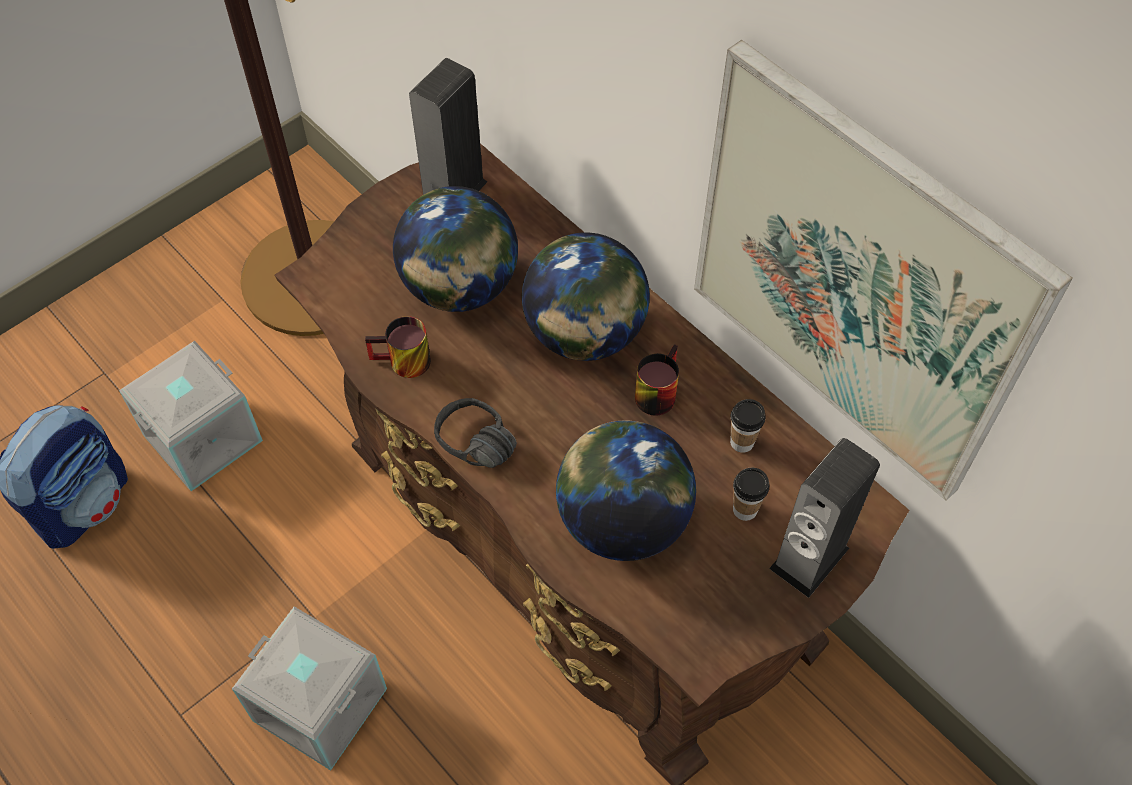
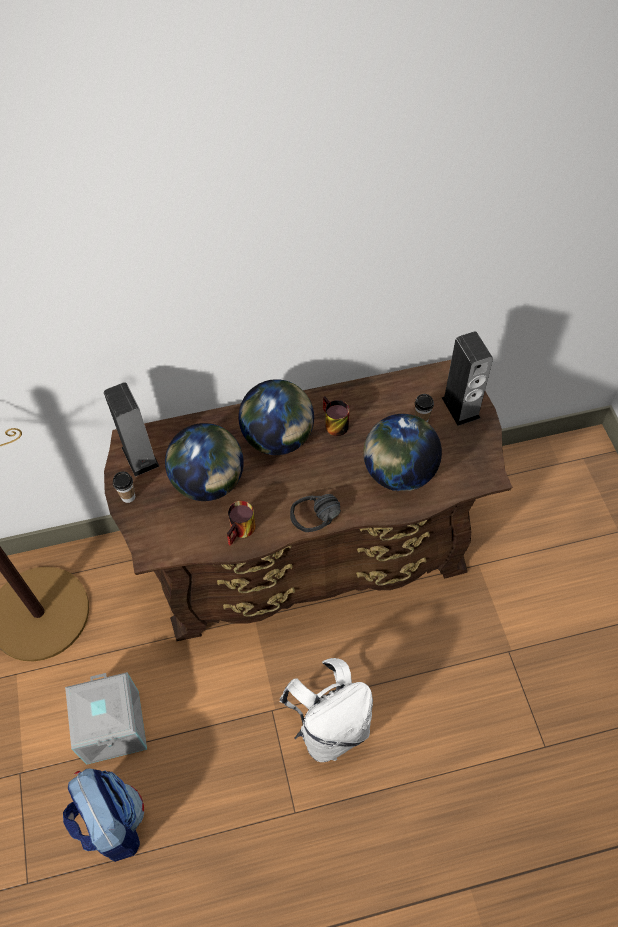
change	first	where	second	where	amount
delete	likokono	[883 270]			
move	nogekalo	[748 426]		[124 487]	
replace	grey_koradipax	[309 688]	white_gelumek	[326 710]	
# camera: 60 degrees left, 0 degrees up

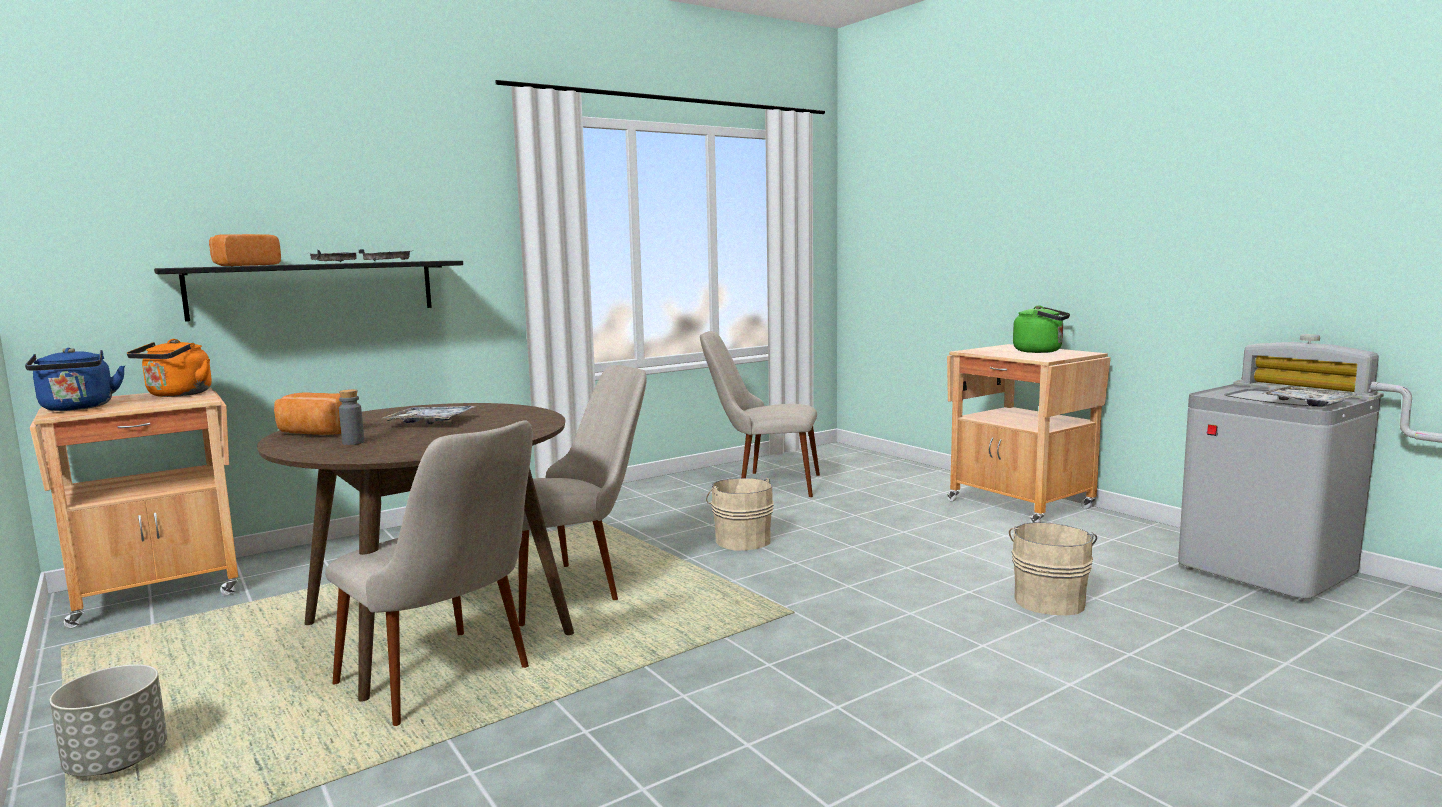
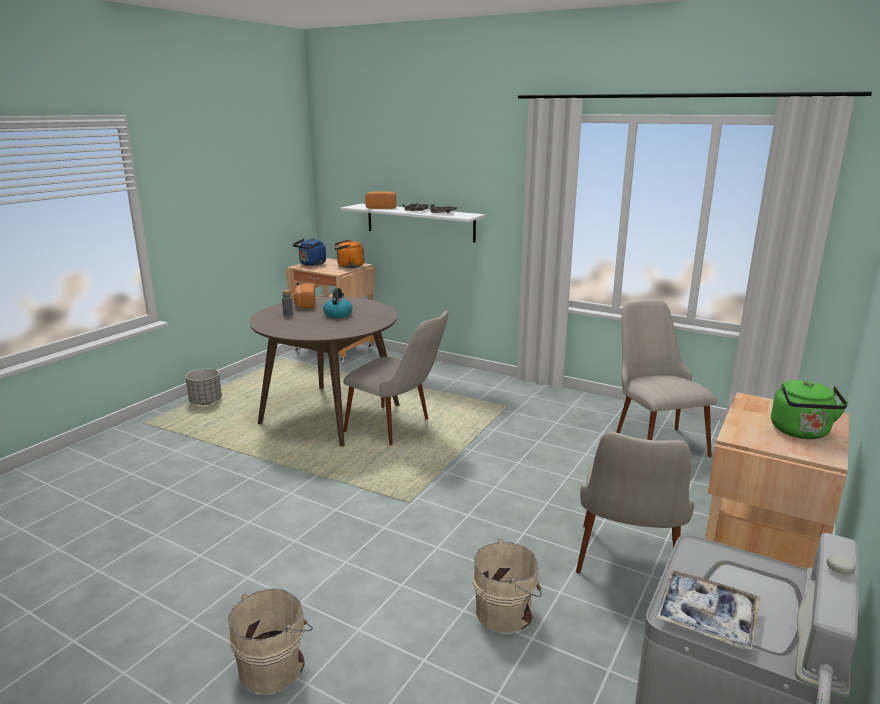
change	first	where	second	where	amount
move	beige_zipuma	[429 573]		[635 502]	
move	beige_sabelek	[740 514]		[270 641]	
replace	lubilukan	[429 415]	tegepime	[338 303]	
recolor	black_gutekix	[308 291]	white_gutekix	[413 223]	
# camera: 65 degrees right, 10 degrees up

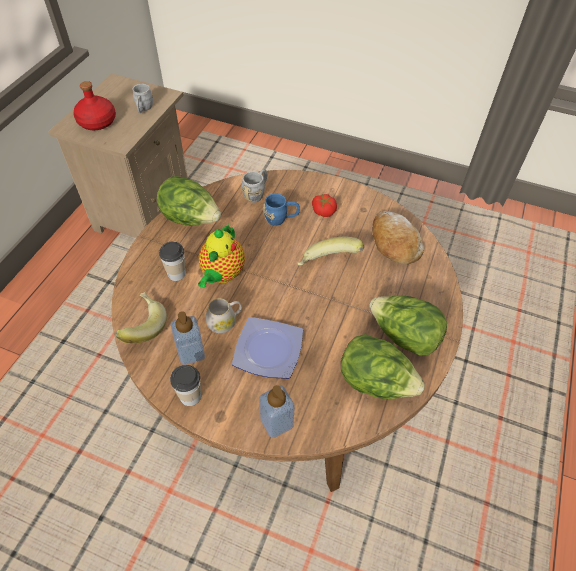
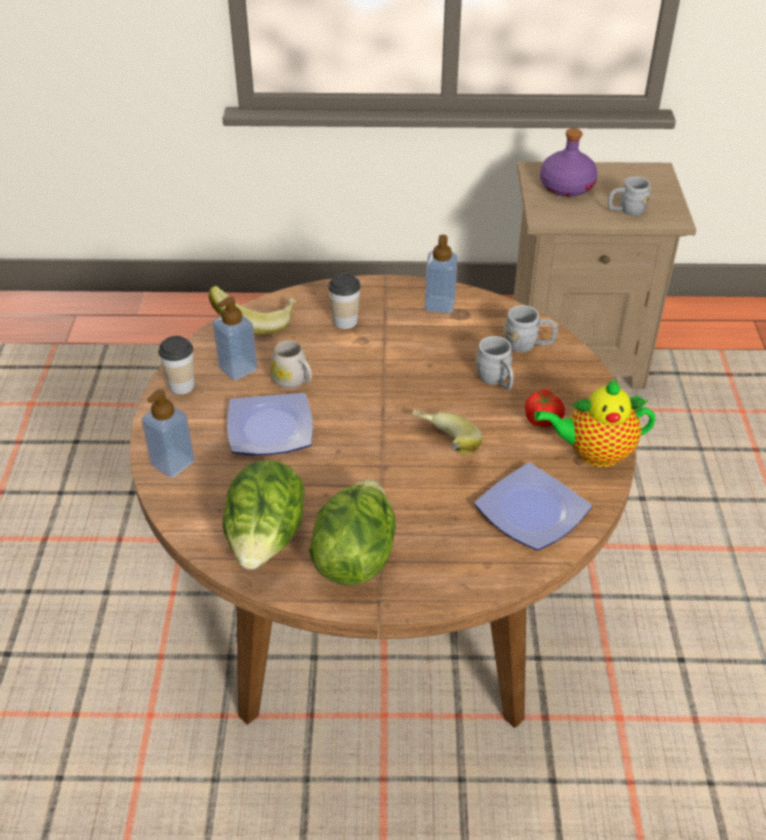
change	first	where	second	where	amount
move	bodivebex	[221 256]		[594 423]	
replace	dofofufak	[189 201]	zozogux	[441 274]	
replace	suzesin	[398 238]	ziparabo	[533 506]	
recolor	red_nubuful	[95 105]	purple_nubuful	[569 162]	
recolor	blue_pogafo	[281 209]	grey_pogafo	[494 363]	
# camera: 70 degrees right, 10 degrees down

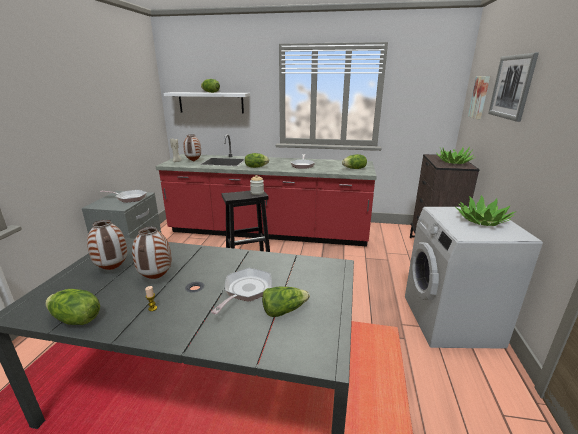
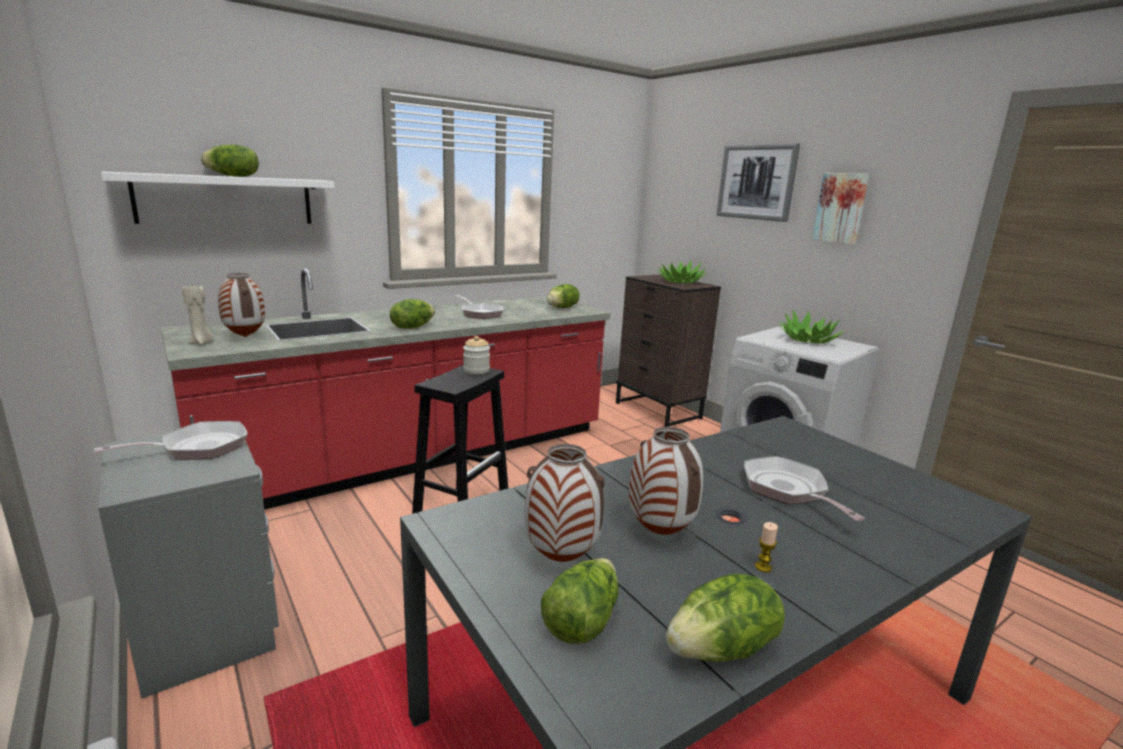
change	first	where	second	where	amount
move	dofofufak	[286 301]		[580 601]	
move	likokono	[479 97]		[840 208]	
# camera: 45 degrees left, 5 degrees down

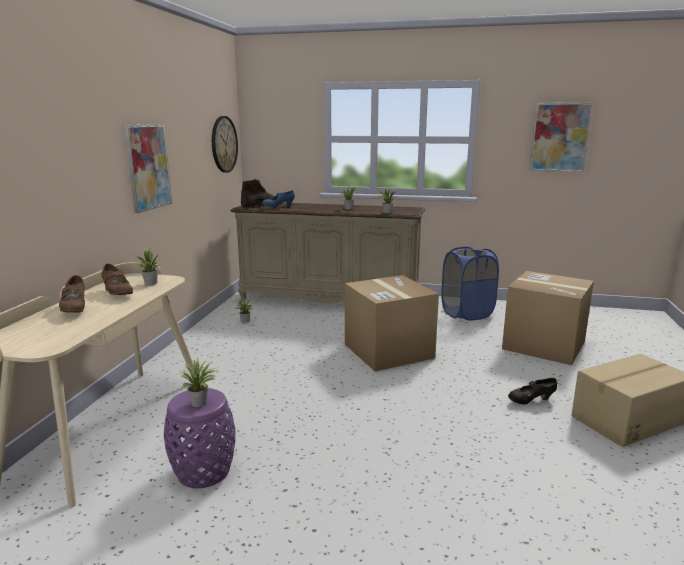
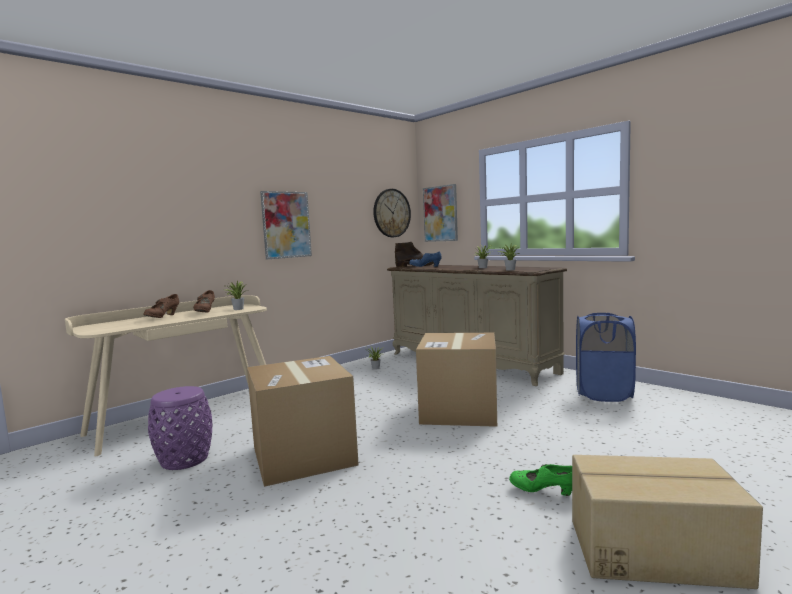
change	first	where	second	where	amount
delete	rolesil	[196 382]			
move	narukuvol	[548 318]		[303 421]	
move	likokono	[561 137]		[440 213]	
recolor	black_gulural	[532 391]	green_gulural	[540 480]	
# camera: 35 degrees right, 10 degrees down

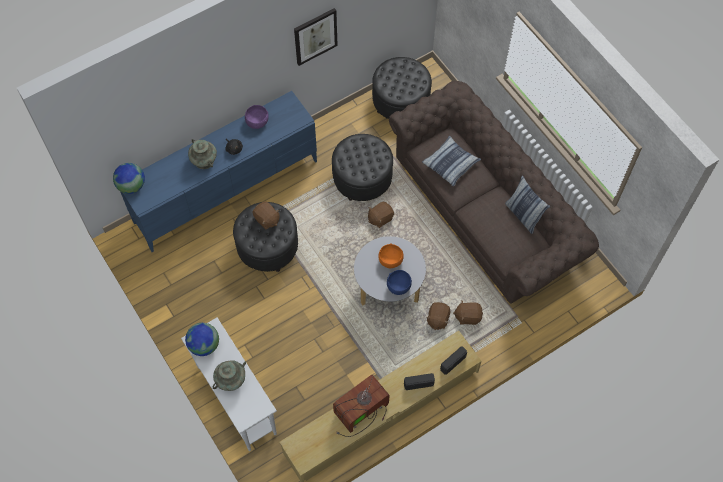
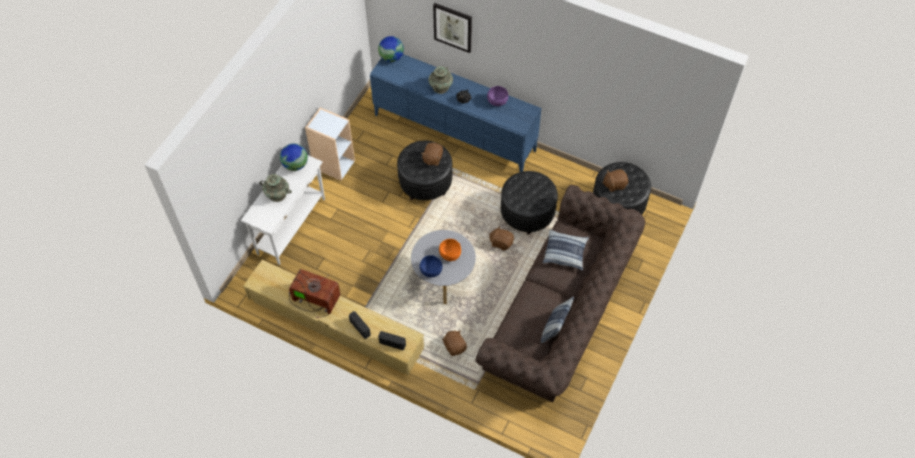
change	first	where	second	where	amount
insert			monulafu	[330 144]	
move	likokono	[316 37]		[452 28]	
move	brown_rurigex	[438 316]		[615 180]	
# camera: 60 degrees right, 5 degrees down

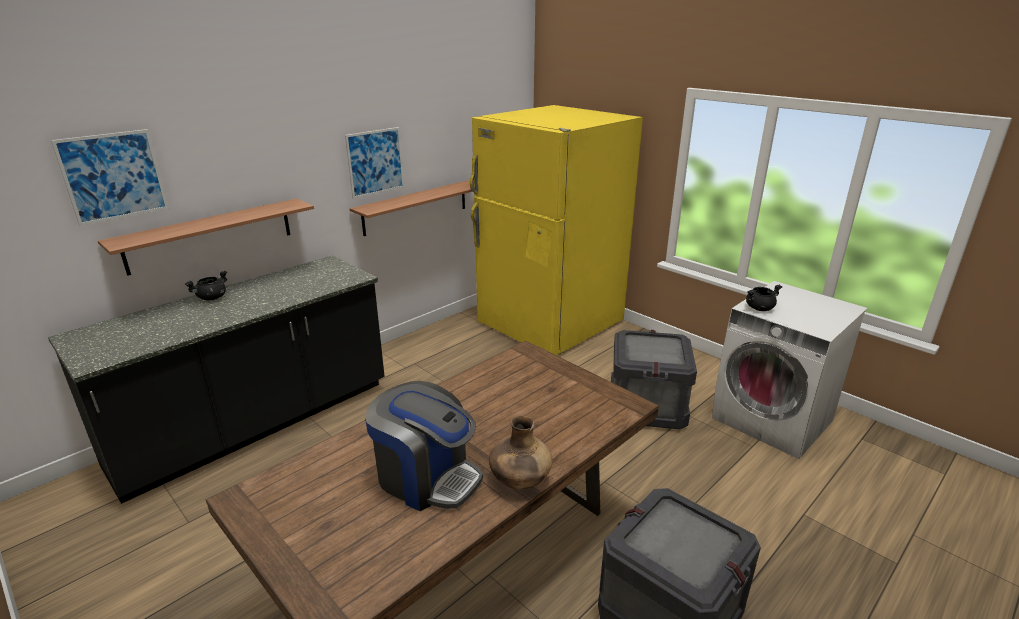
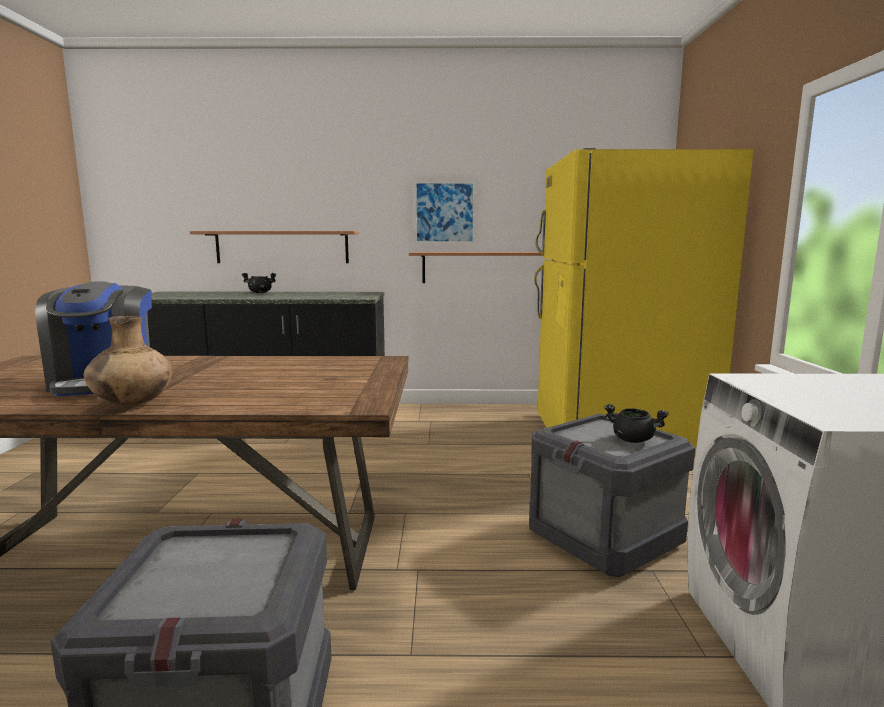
change	first	where	second	where	amount
delete	likokono	[110 177]			
move	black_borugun	[764 298]		[636 423]	
# camera: 45 degrees right, 15 degrees down

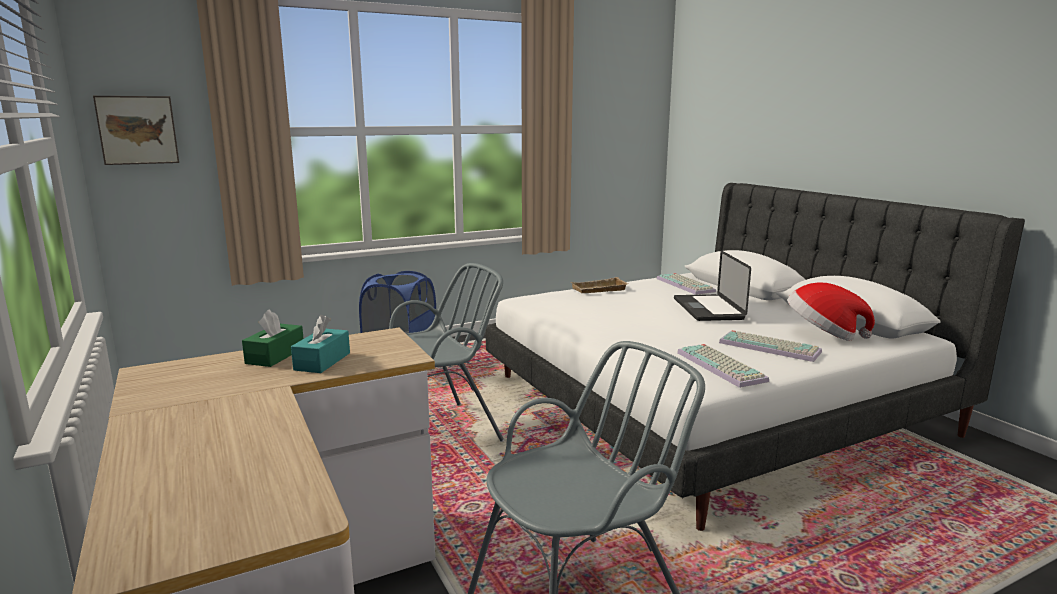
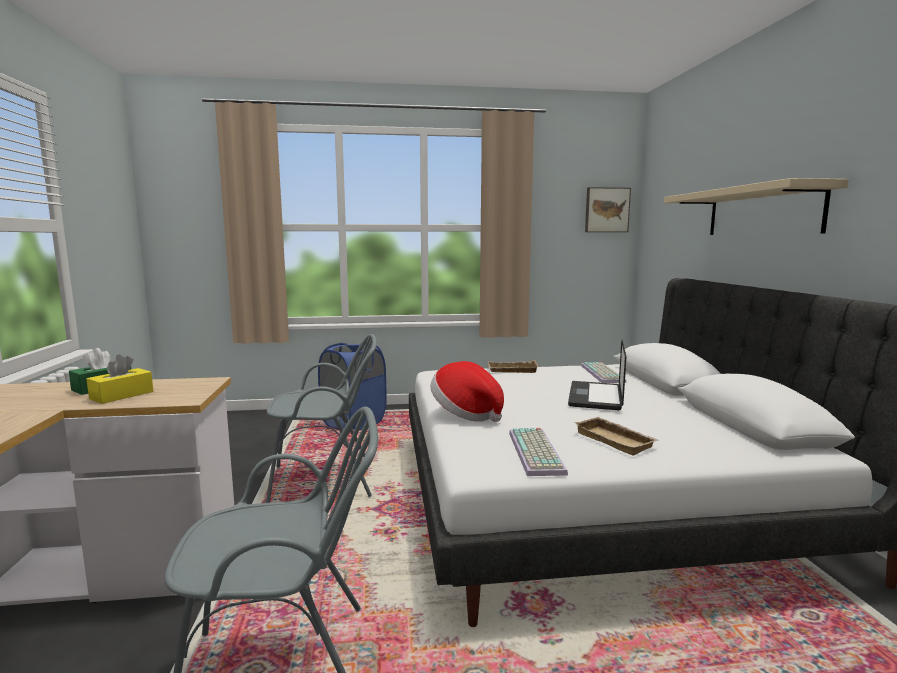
change	first	where	second	where	amount
insert			beige_gutekix	[756 206]	
move	likokono	[136 130]		[608 209]	
move	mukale	[831 311]		[467 391]	
replace	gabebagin	[770 346]	beige_lubilukan	[616 436]	
recolor	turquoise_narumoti	[320 344]	yellow_narumoti	[120 379]	
# camera: 20 degrees right, 5 degrees down

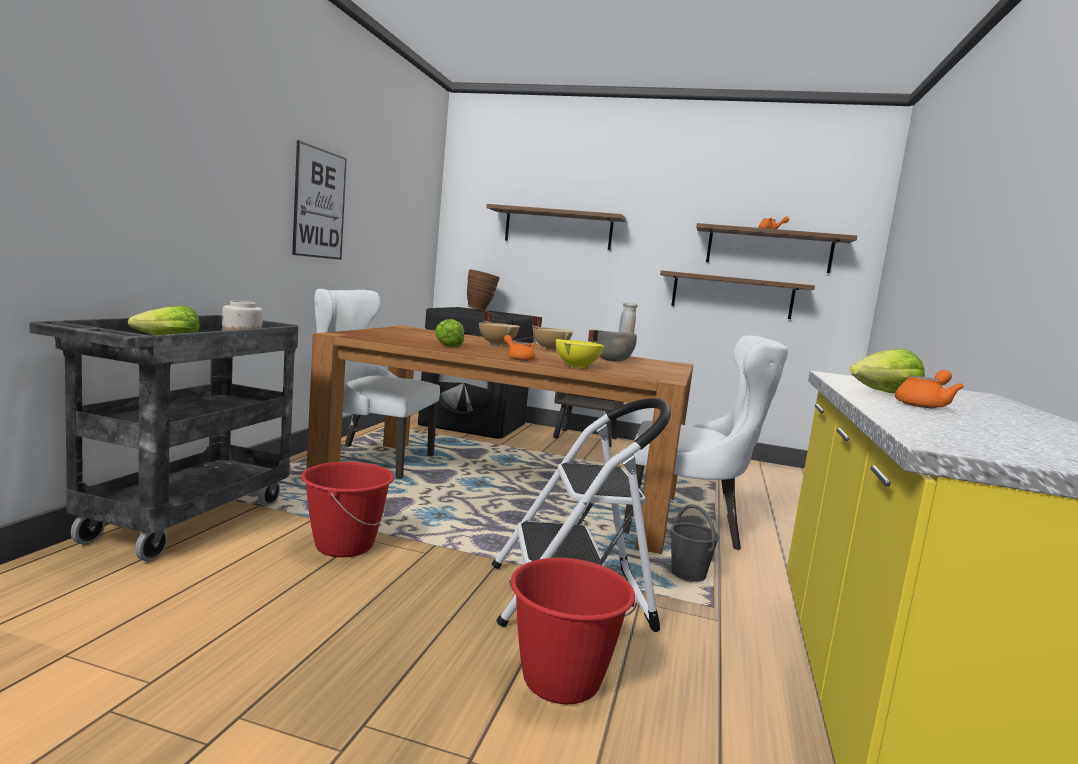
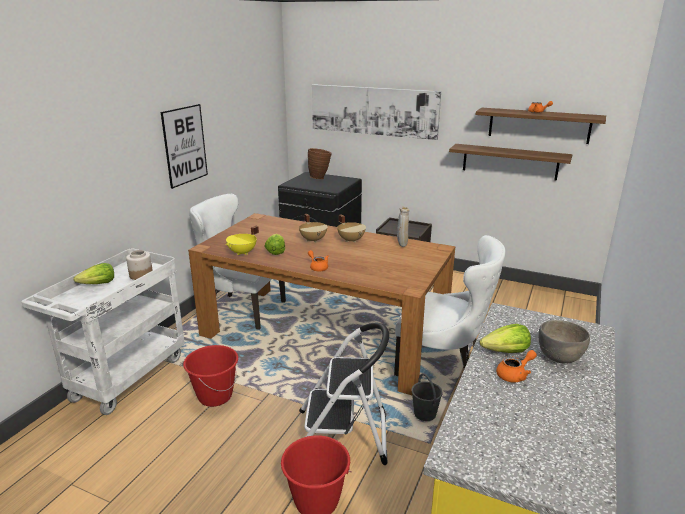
change	first	where	second	where	amount
move	yellow_borugun	[579 349]		[242 240]	
move	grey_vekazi	[615 346]		[564 342]	
replace	gutekix	[556 227]	likokono	[376 112]	
recolor	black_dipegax	[163 438]	white_dipegax	[103 331]	
# camera: 10 degrees right, 15 degrees up

